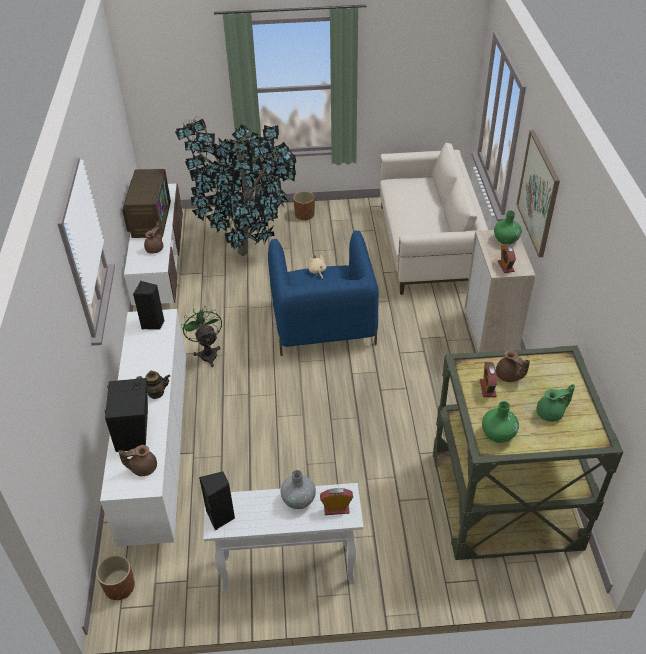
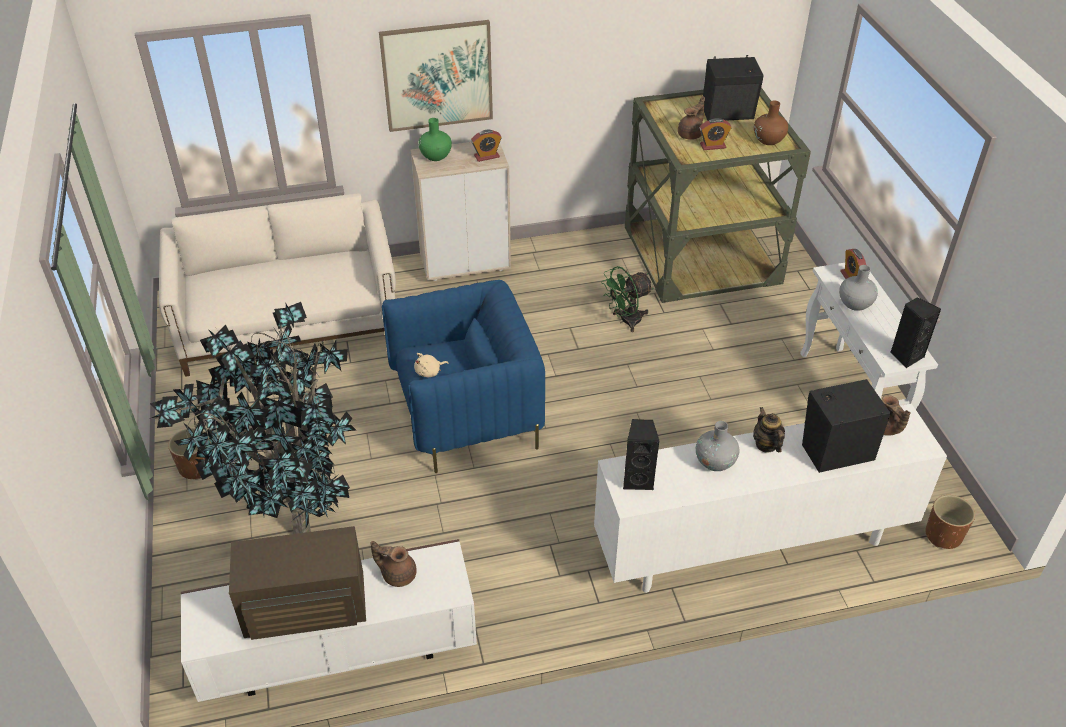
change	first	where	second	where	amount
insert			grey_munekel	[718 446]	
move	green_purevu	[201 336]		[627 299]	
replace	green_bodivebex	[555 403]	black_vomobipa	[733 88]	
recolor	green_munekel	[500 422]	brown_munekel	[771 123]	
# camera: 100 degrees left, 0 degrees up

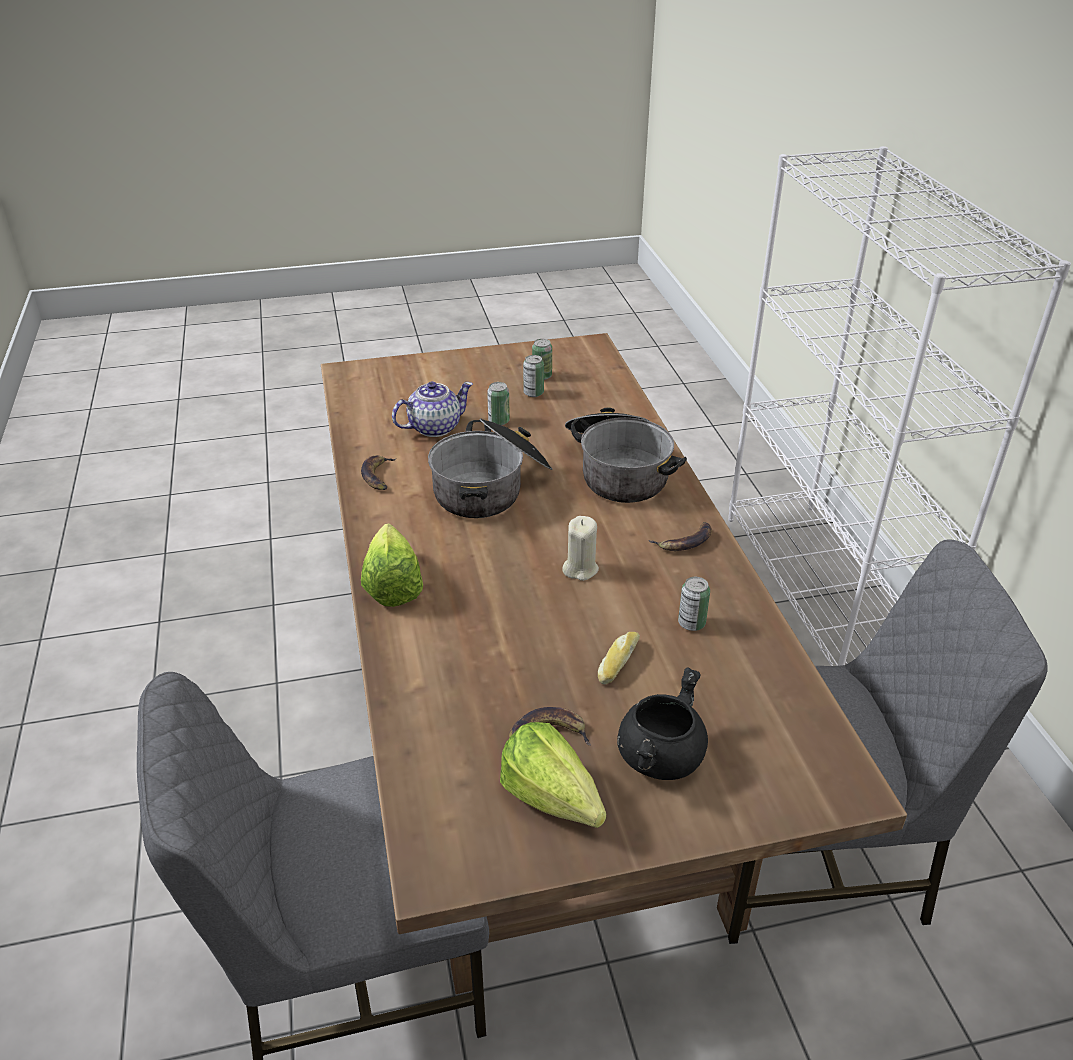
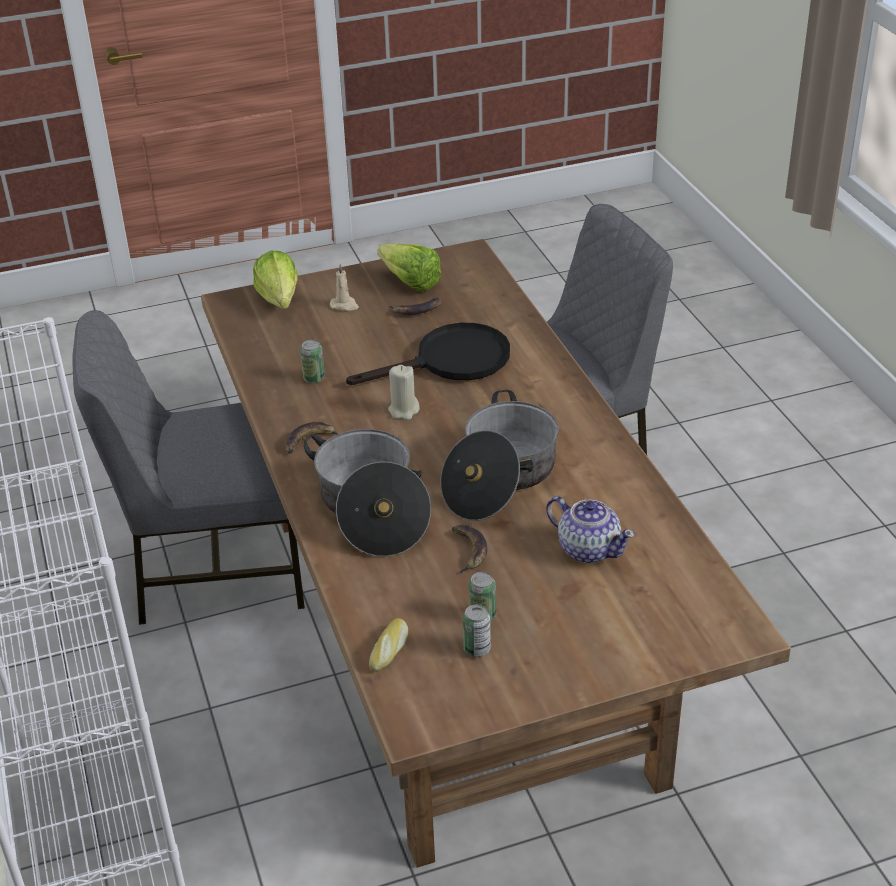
change	first	where	second	where	amount
delete	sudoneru	[498 403]			
insert			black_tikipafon	[428 354]	
move	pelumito	[378 472]		[469 550]	
move	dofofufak	[392 565]		[275 279]	
move	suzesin	[619 658]		[388 644]	
replace	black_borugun	[662 723]	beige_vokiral	[344 287]	
rotate	bodivebex	[432 409]		[590 529]	105 degrees counterclockwise
# camera: 175 degrees right, 0 degrees up

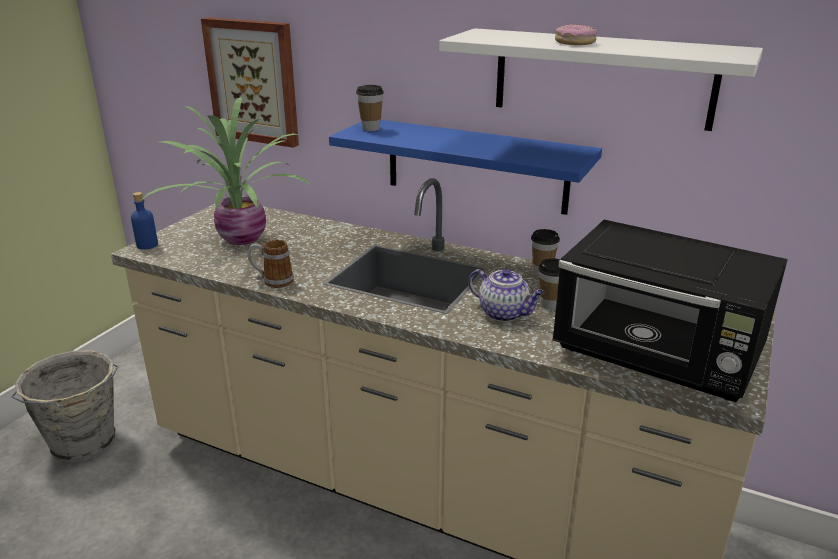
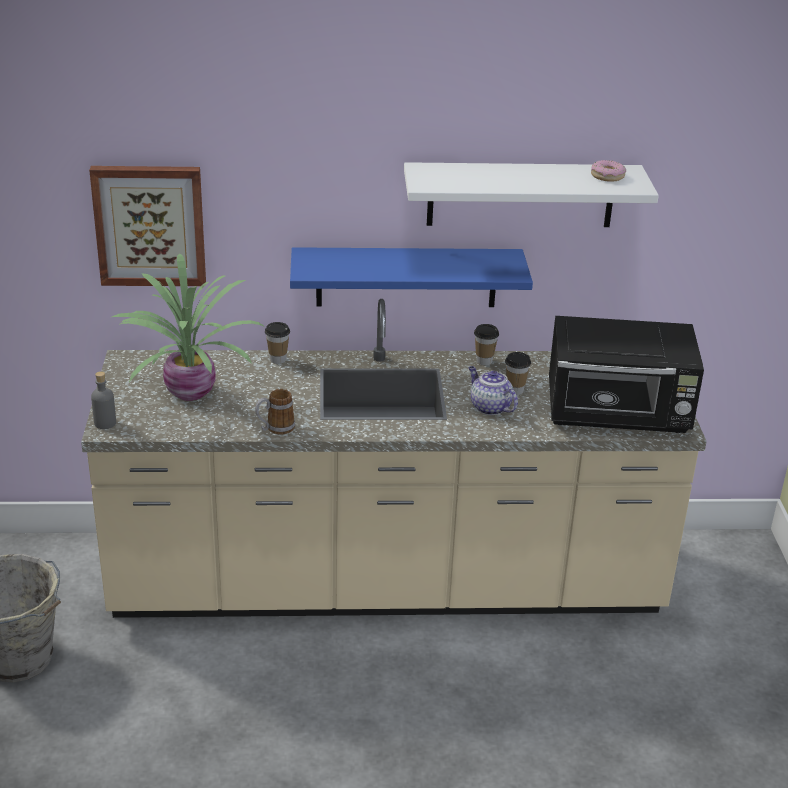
change	first	where	second	where	amount
move	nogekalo	[370 108]		[277 343]	
move	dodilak	[576 34]		[608 171]	
recolor	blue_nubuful	[144 221]	grey_nubuful	[103 400]	
rotate	bodivebex	[506 295]		[493 390]	135 degrees counterclockwise
# camera: 30 degrees left, 5 degrees up

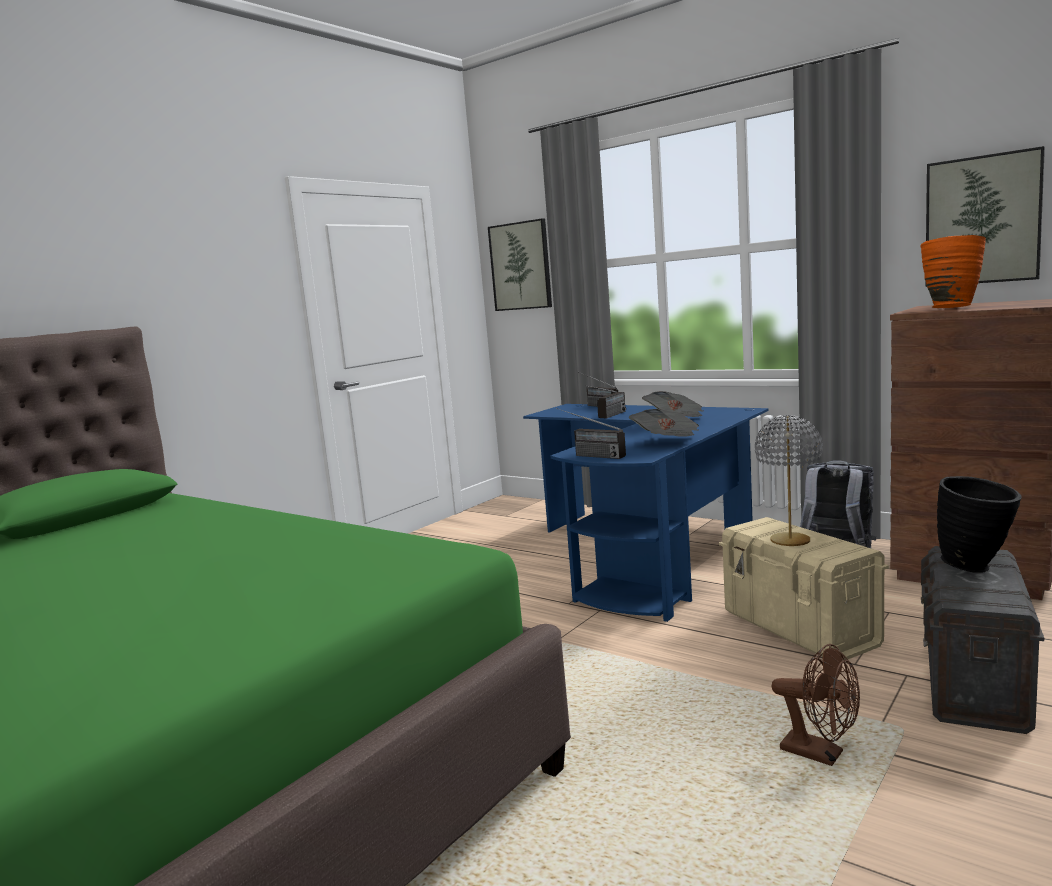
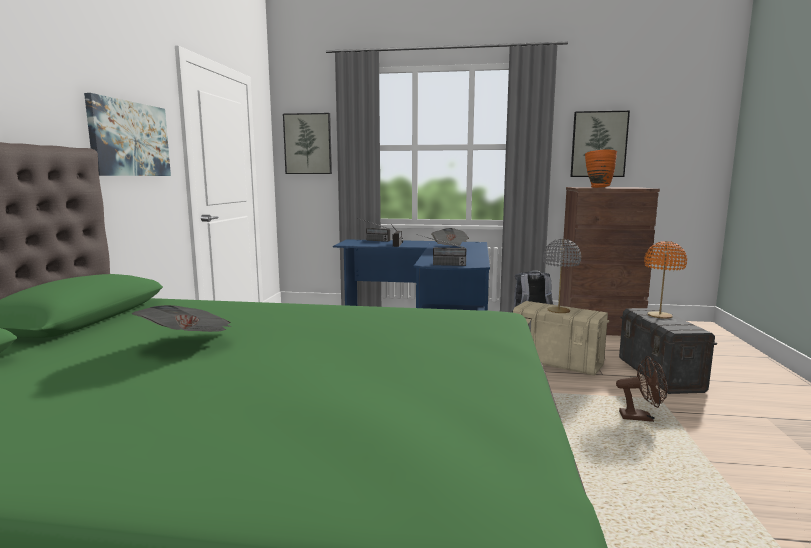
change	first	where	second	where	amount
insert			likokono	[127 134]	
move	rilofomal	[663 423]		[182 318]	
replace	black_munekel	[979 524]	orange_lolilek	[665 280]	
# camera: 30 degrees left, 0 degrees up

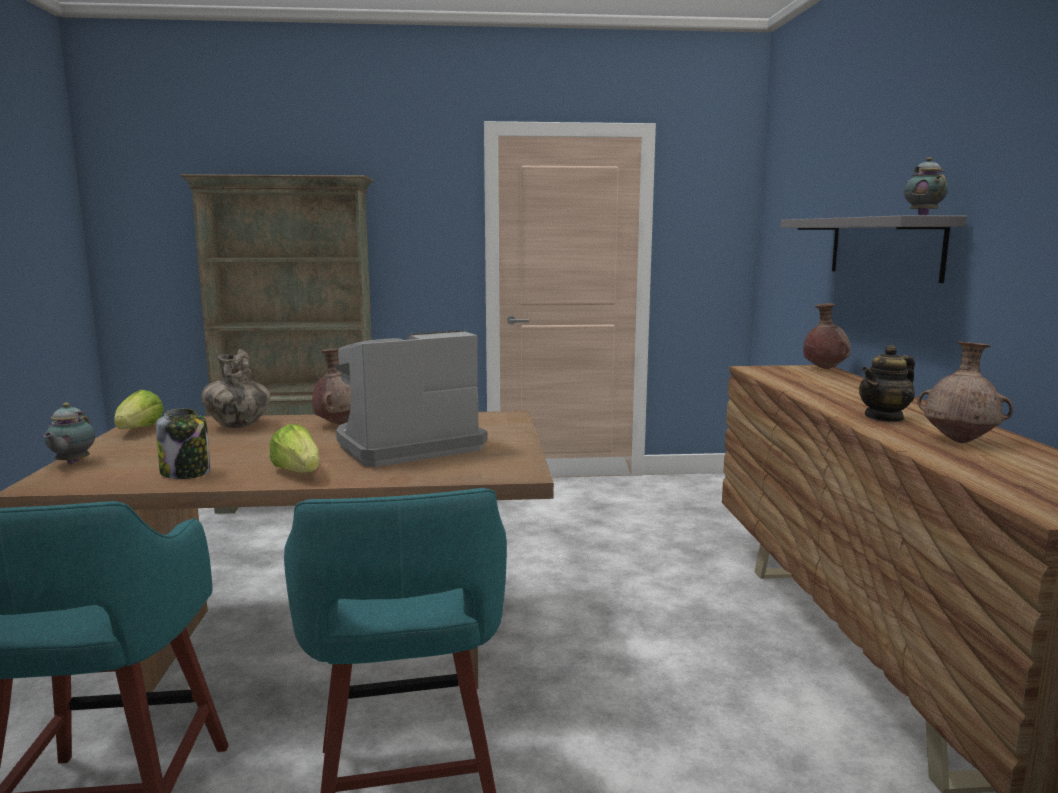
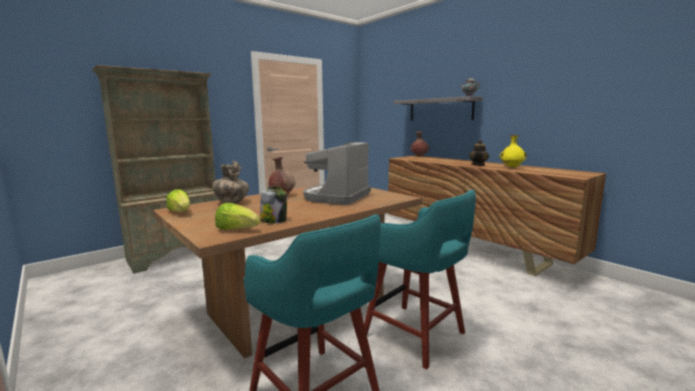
change	first	where	second	where	amount
delete	bodivebex	[69 433]			
move	dofofufak	[294 448]		[237 216]	
recolor	brown_munekel	[965 392]	yellow_munekel	[513 151]	
# camera: 35 degrees left, 0 degrees up

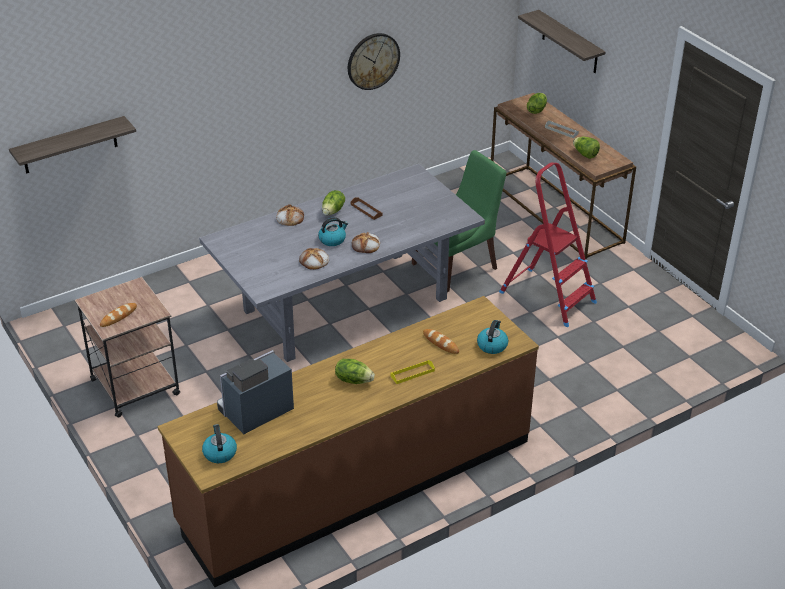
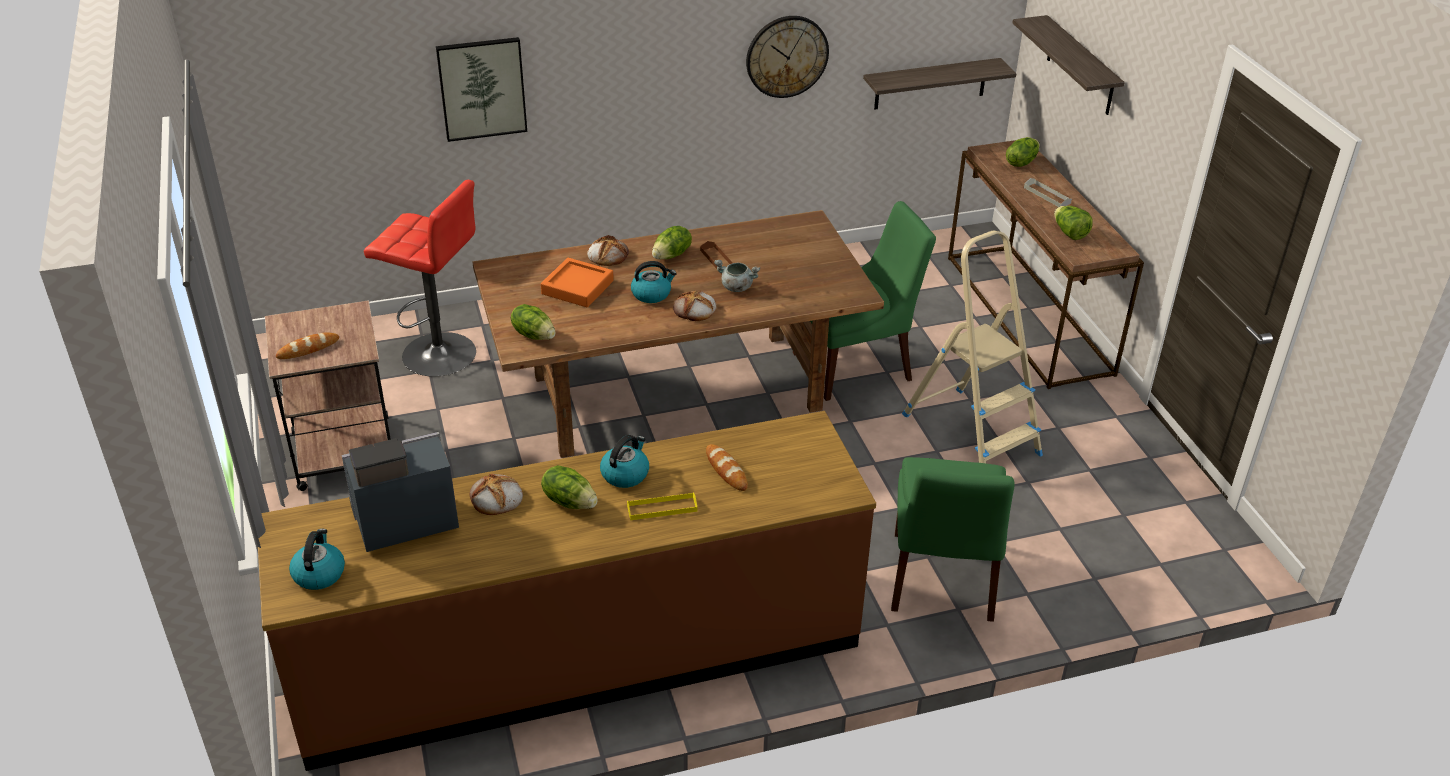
change	first	where	second	where	amount
insert			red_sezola	[420 278]	
insert			likokono	[481 89]	
insert			dofofufak	[533 322]	
insert			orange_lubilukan	[577 282]	
insert			grey_borugun	[737 276]	
insert			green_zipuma	[953 539]	
move	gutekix	[72 144]		[940 84]	
move	suzesin	[314 259]		[496 494]	
move	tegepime	[492 337]		[624 461]	
recolor	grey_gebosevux	[342 263]	brown_gebosevux	[678 334]	
recolor	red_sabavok	[548 244]	beige_sabavok	[972 347]	
# camera: 15 degrees right, 0 degrees up

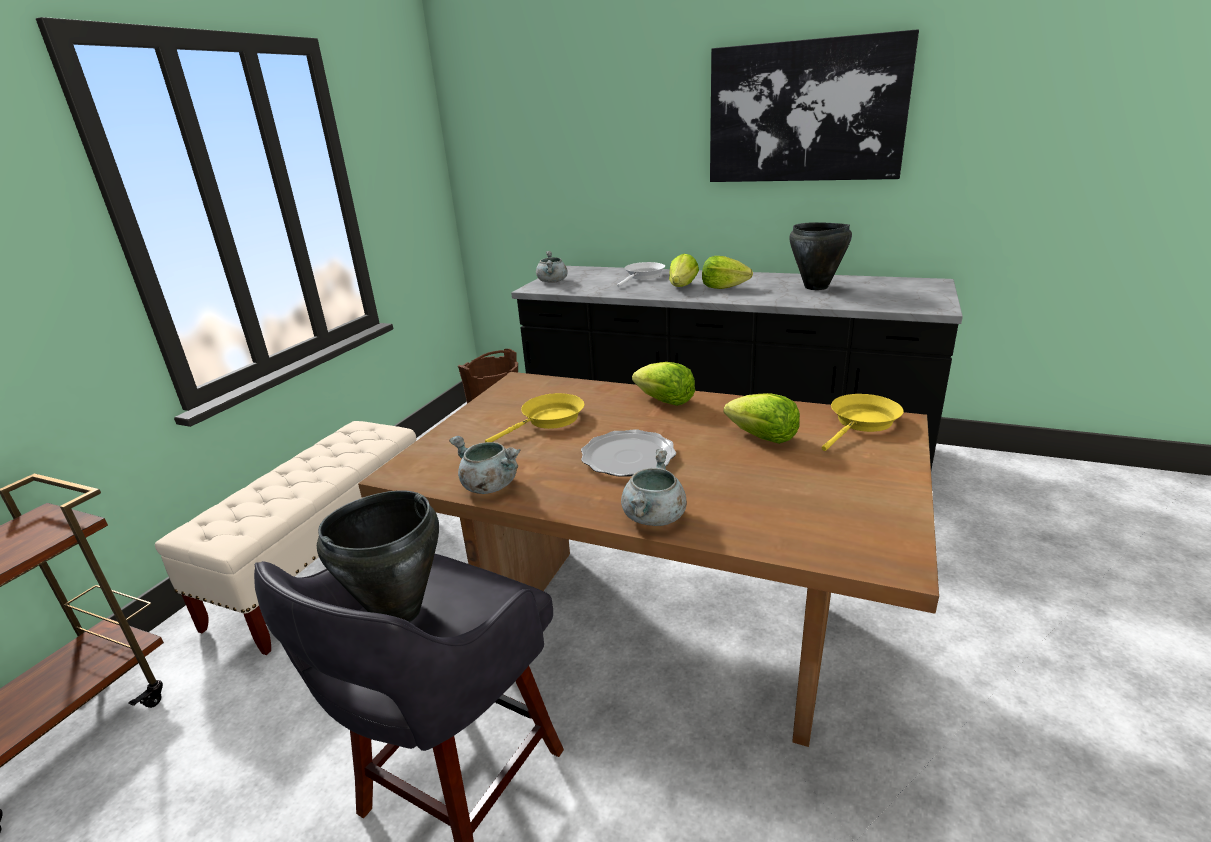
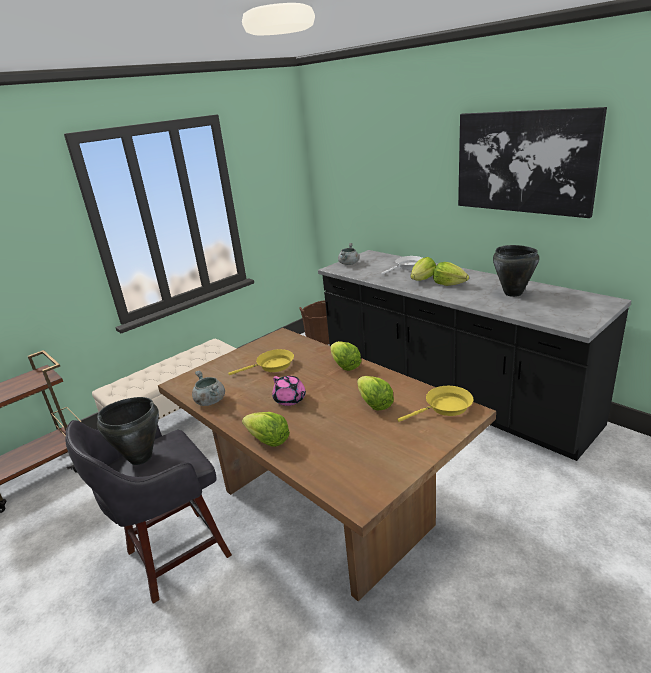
change	first	where	second	where	amount
replace	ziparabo	[628 452]	pink_bodivebex	[289 391]	
replace	grey_borugun	[654 487]	dofofufak	[266 429]	
# camera: 25 degrees right, 0 degrees up

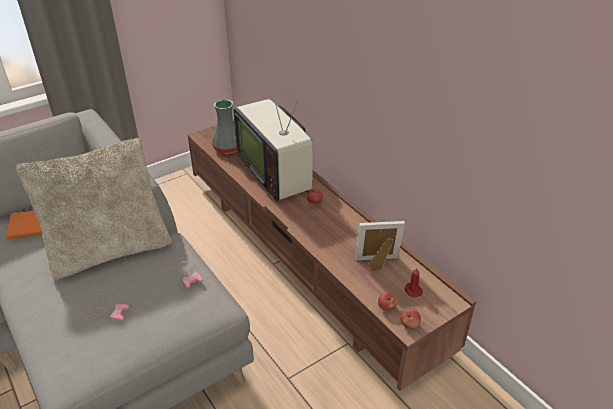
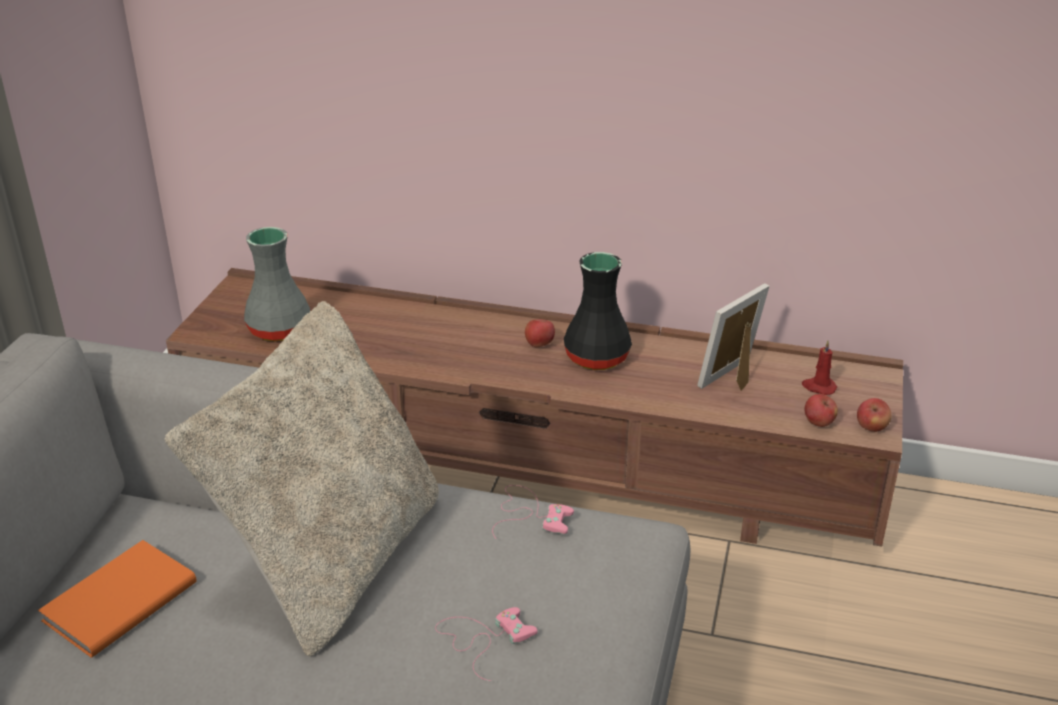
change	first	where	second	where	amount
delete	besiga	[273 140]			
insert			black_munekel	[598 311]	
# camera: 40 degrees left, 5 degrees down

